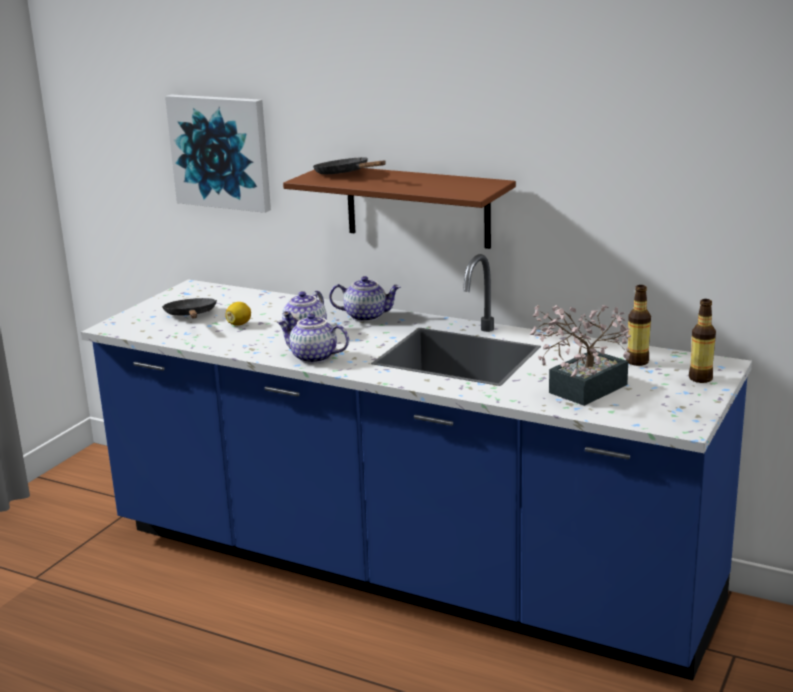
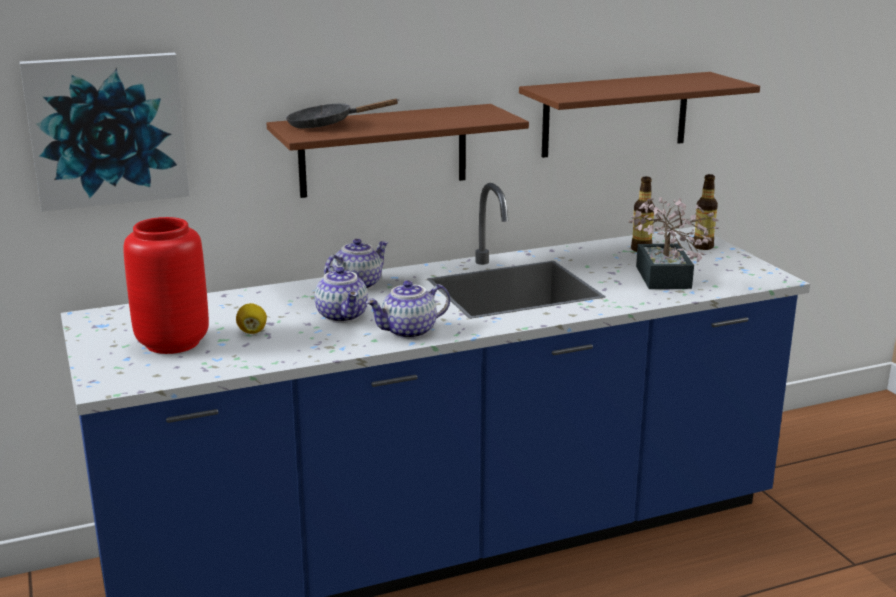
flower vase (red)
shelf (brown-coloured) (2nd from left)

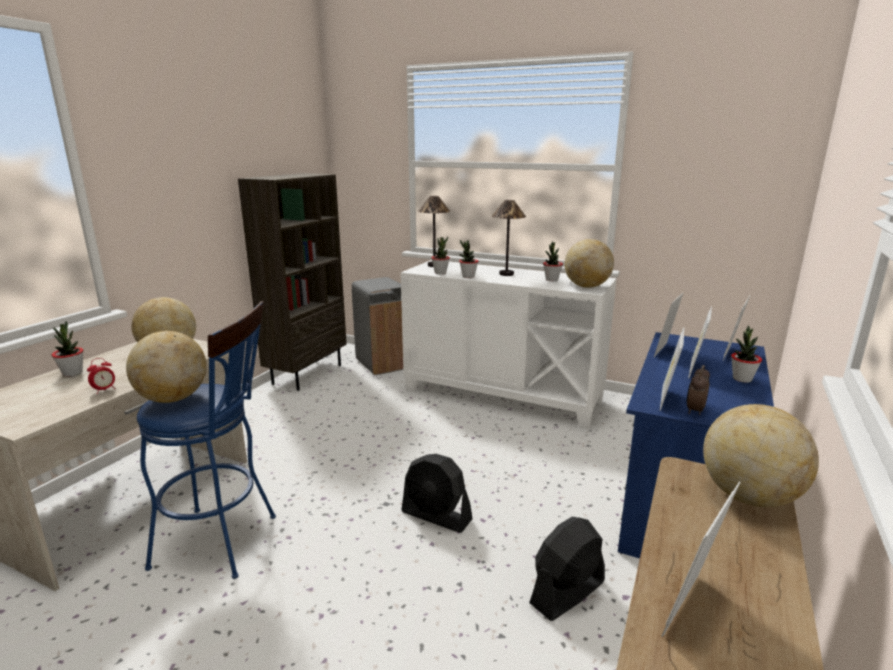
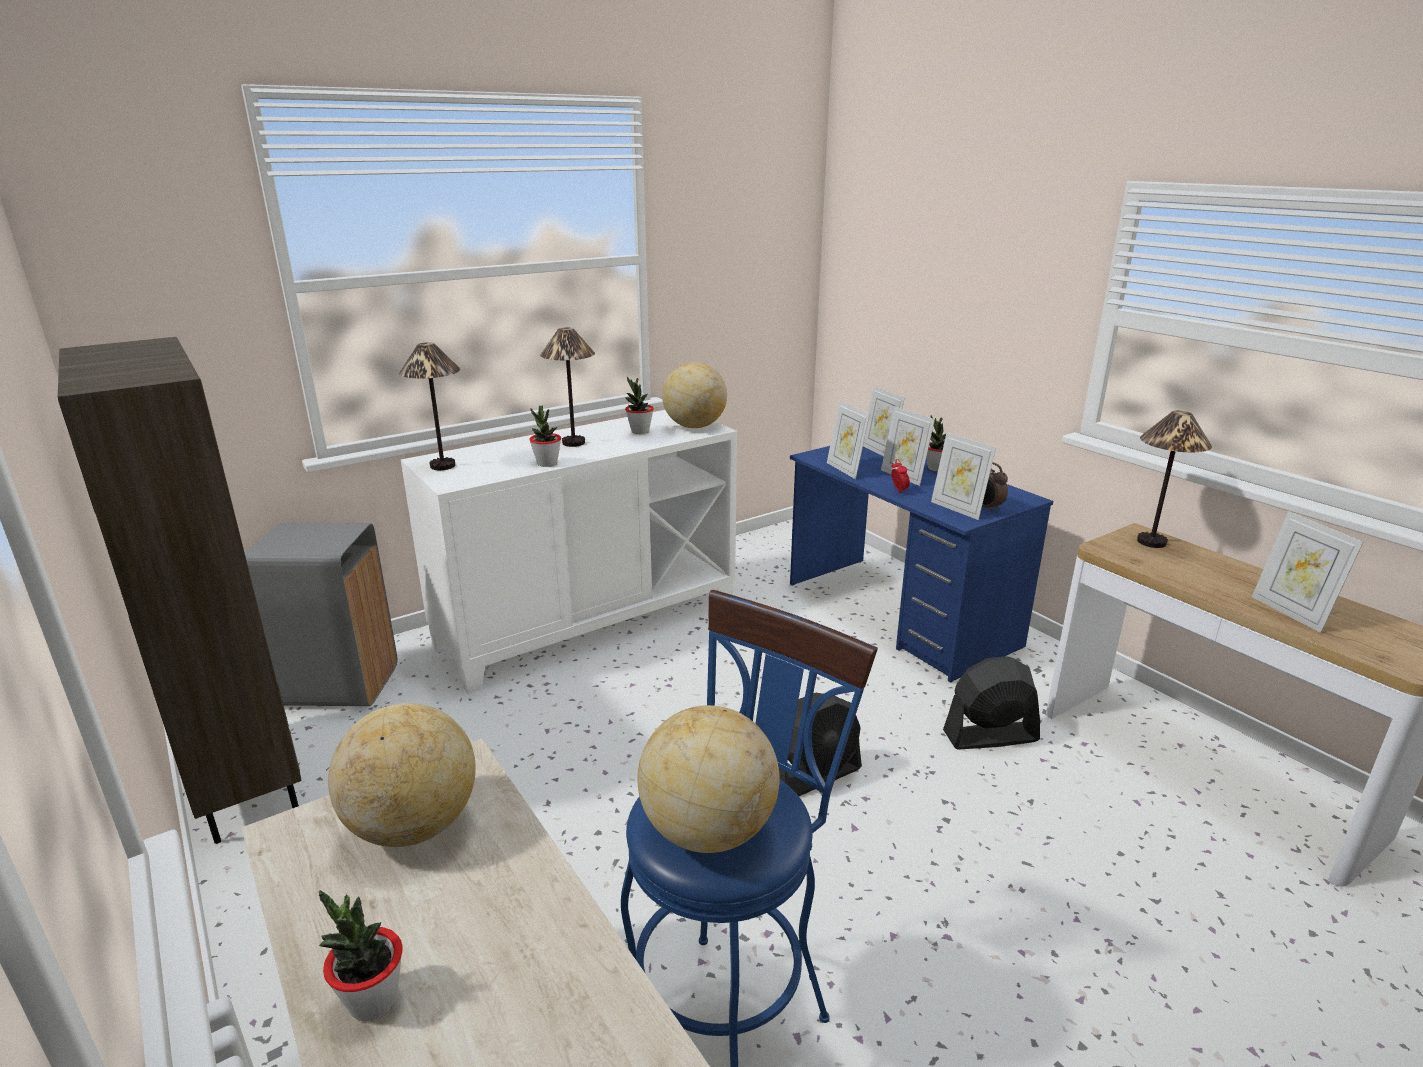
houseplant (2nd from left in the first image)
table clock (1st from left)
table lamp (3rd from left)
fan (blackish) (2nd from left)

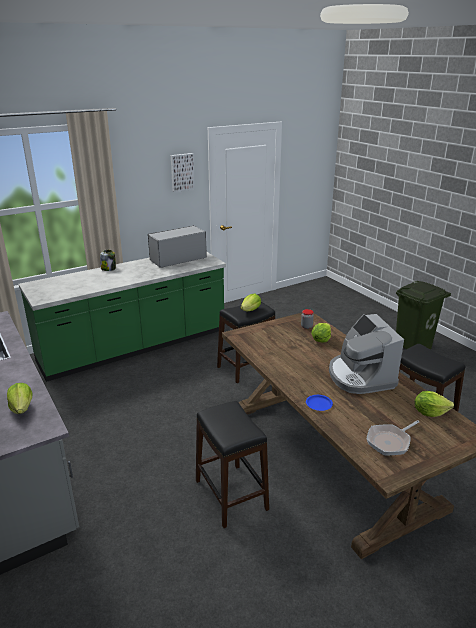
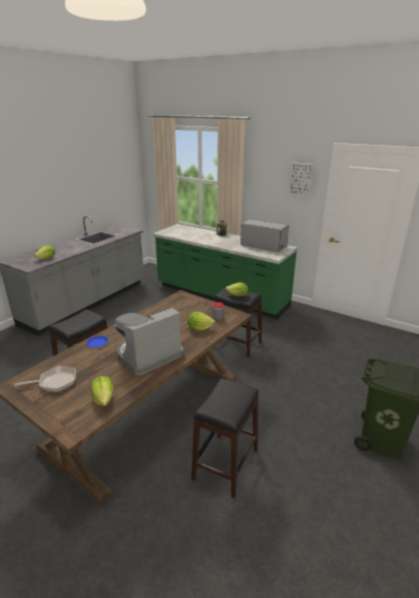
frying pan

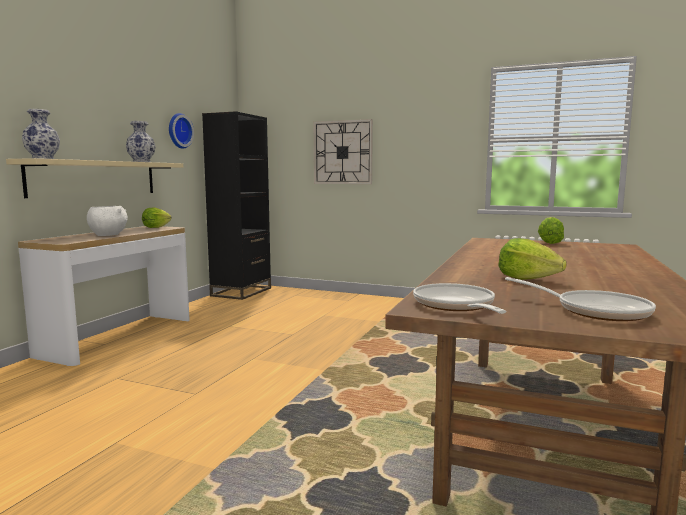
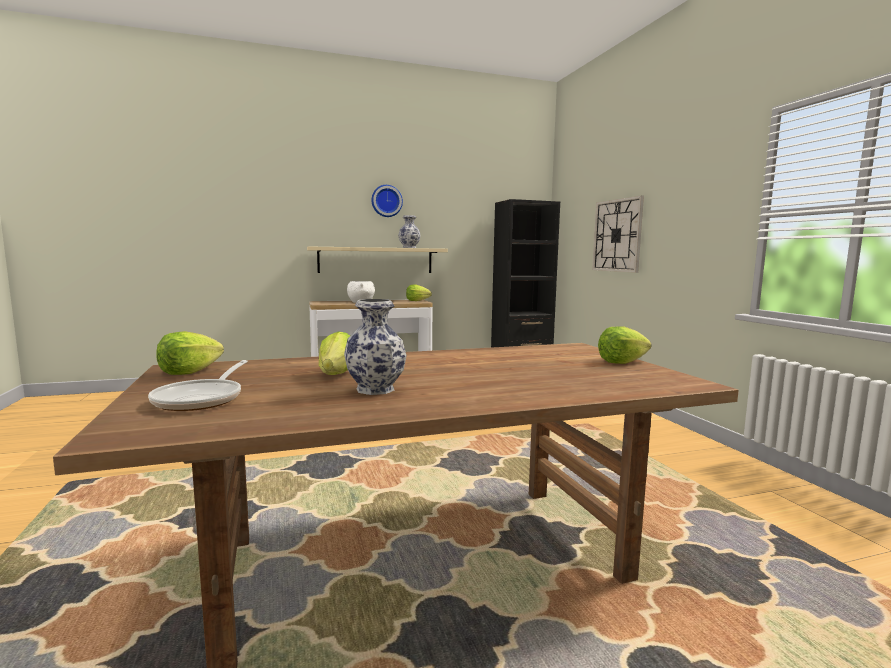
flower vase (1st from left)
hanging clock (1st from left)
lettuce (1st from left)

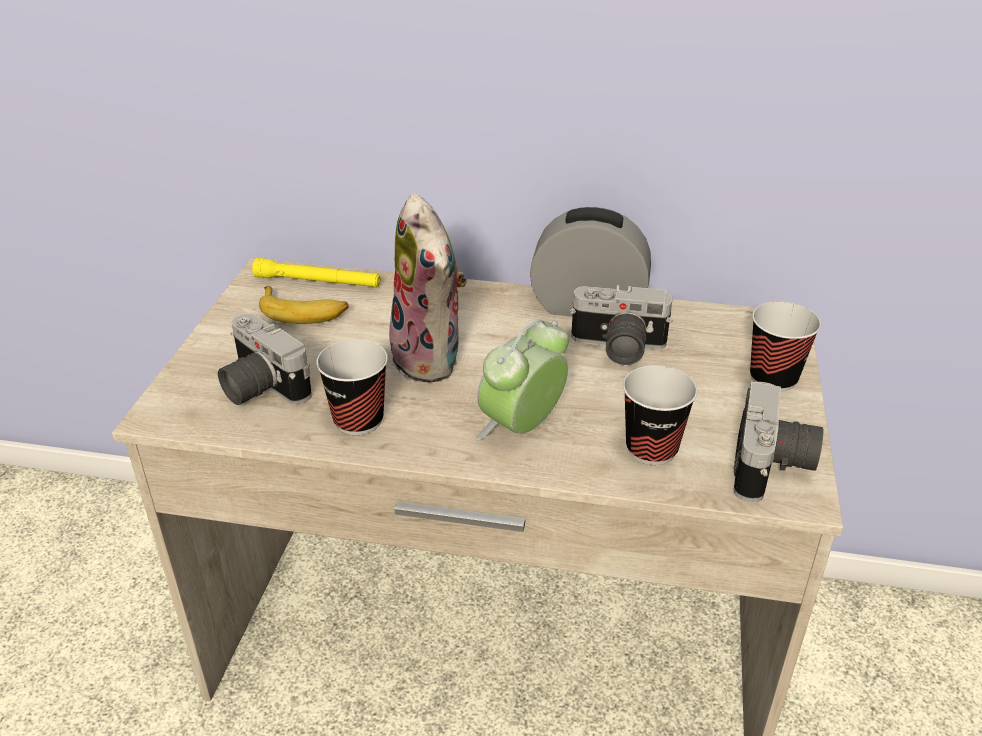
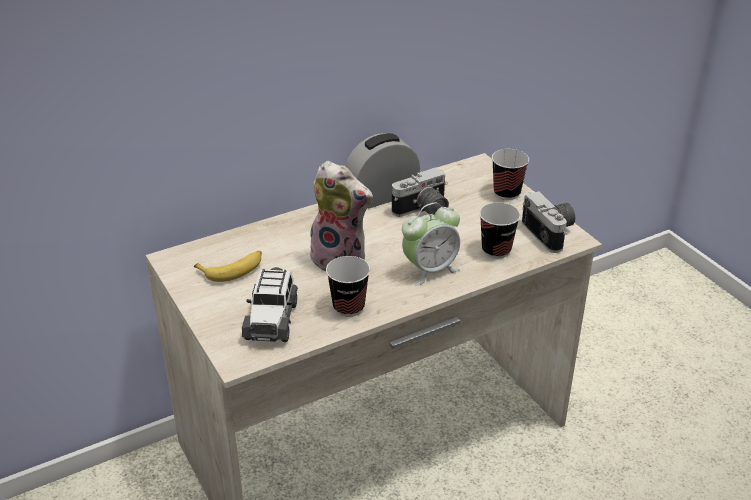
flashlight (yellow-coloured)
model car
table clock (2nd from left)

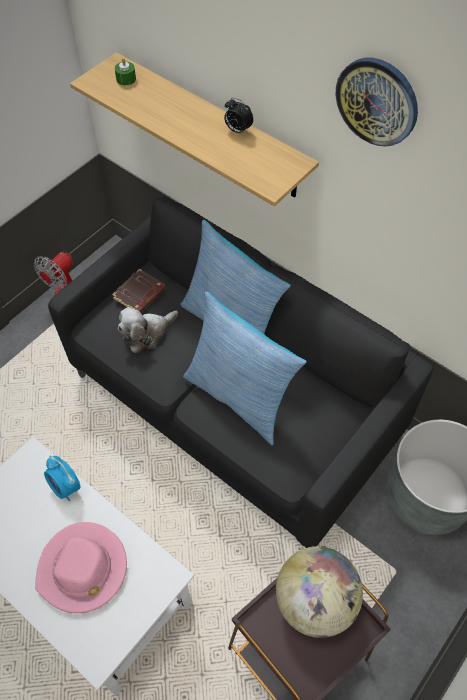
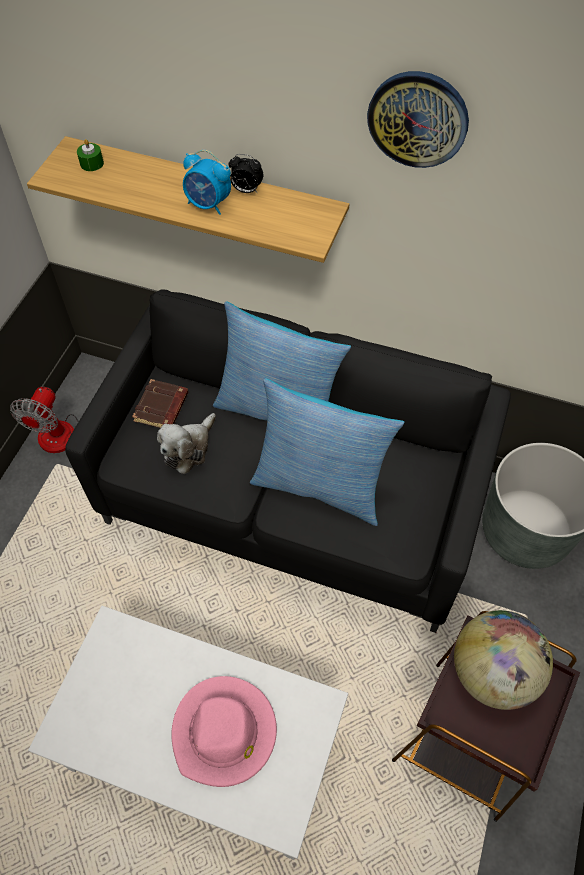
table clock (1st from left)

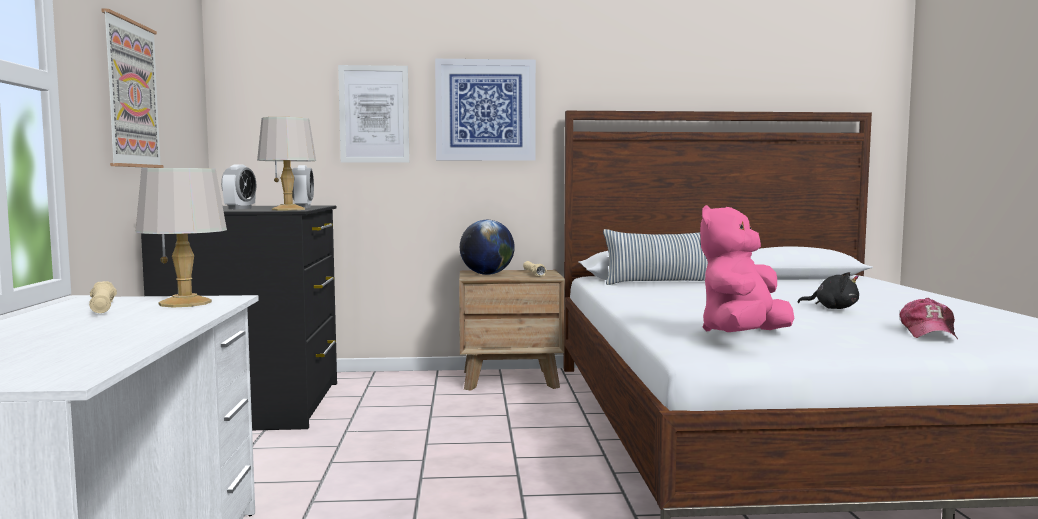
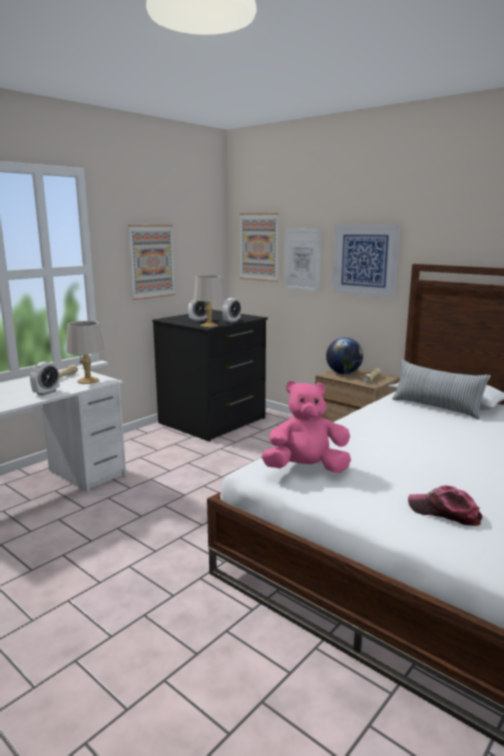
soft toy (blackish)
cap
picture (2nd from left)
table clock (1st from left)

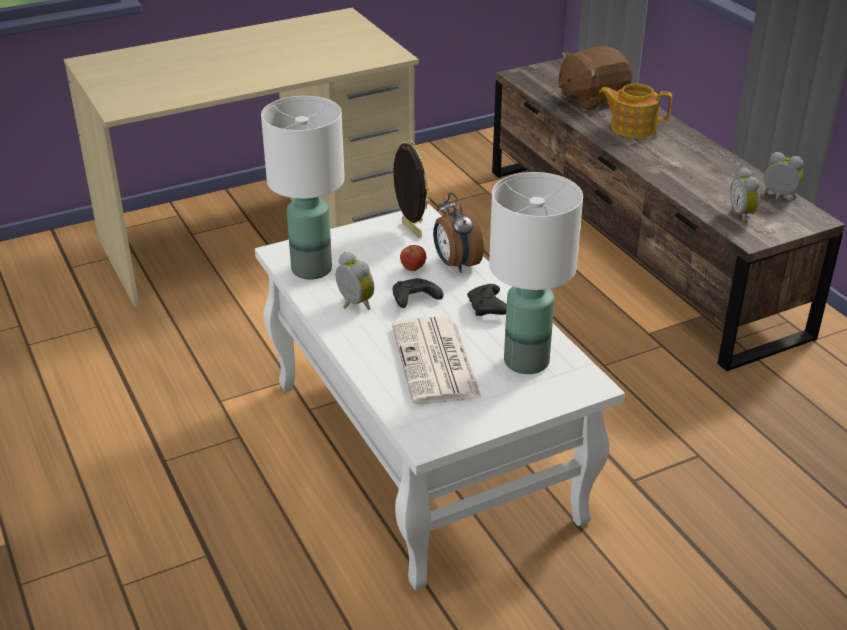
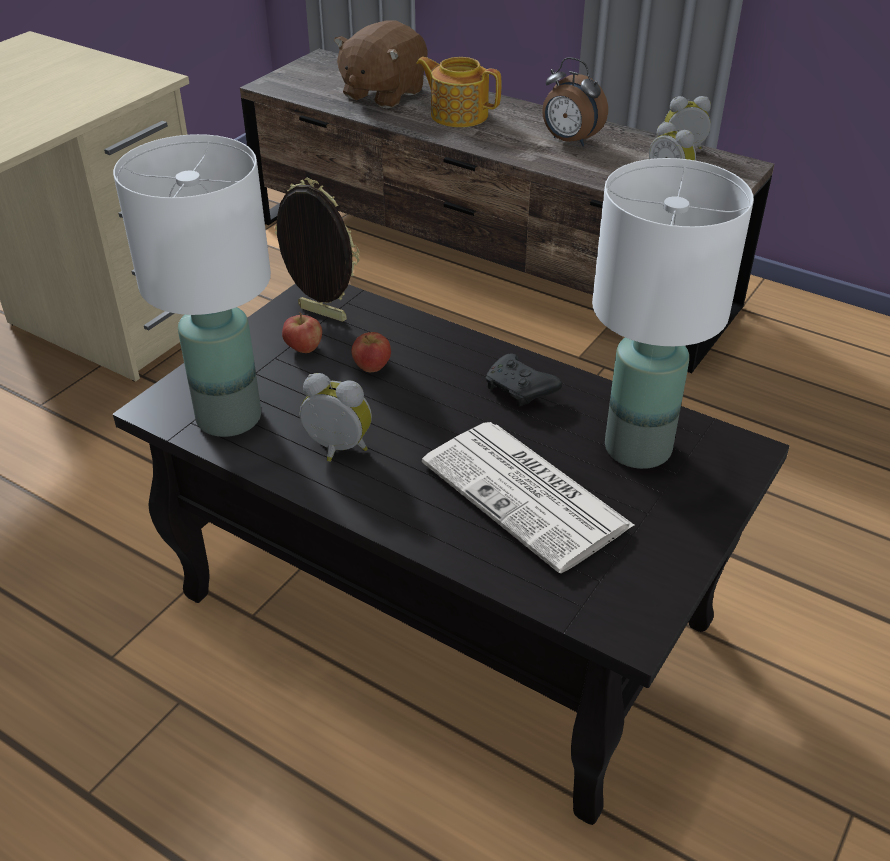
pot for tea
table clock (2nd from left)
low table (blackish)
joypad (blackish) (1st from left in the first image)
apple (1st from left)

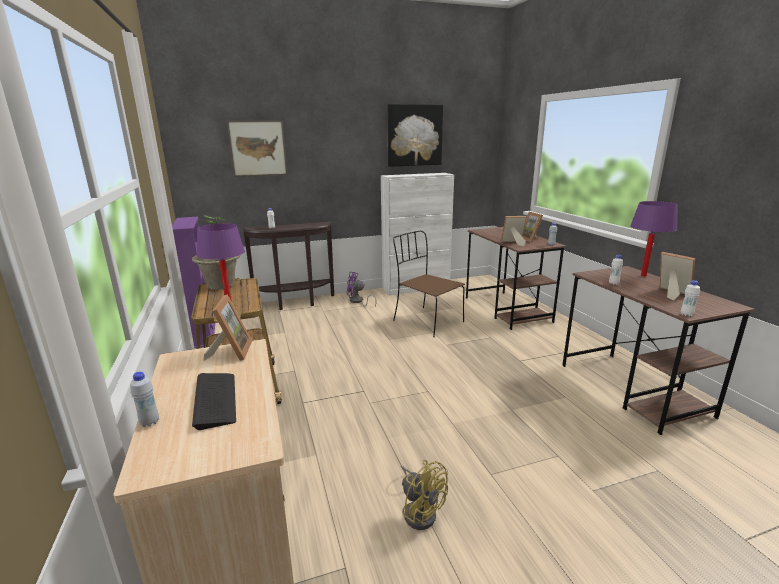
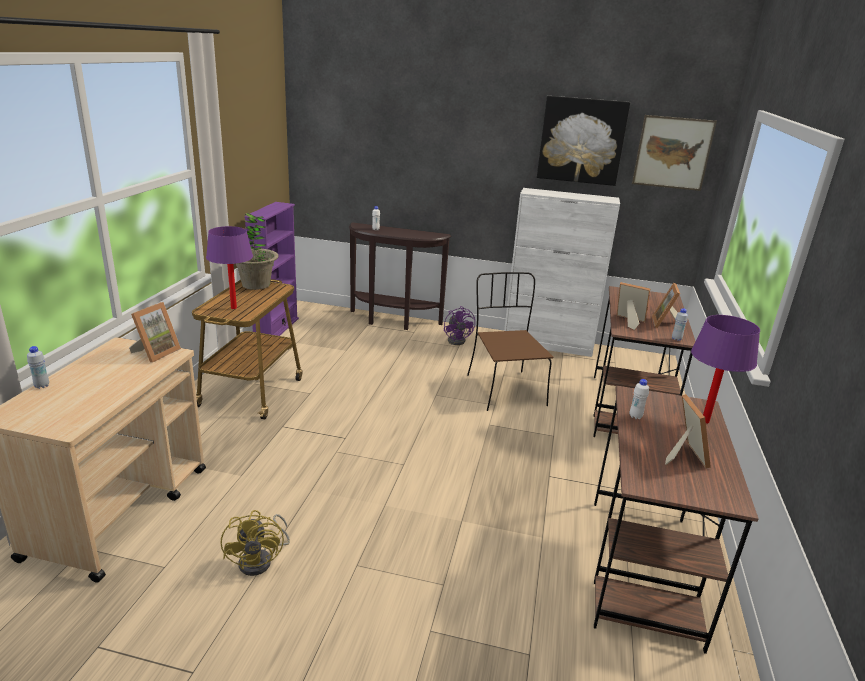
picture (2nd from left)
fan (purplish)
bottle (white-coloured) (5th from left in the first image)
PC keyboard

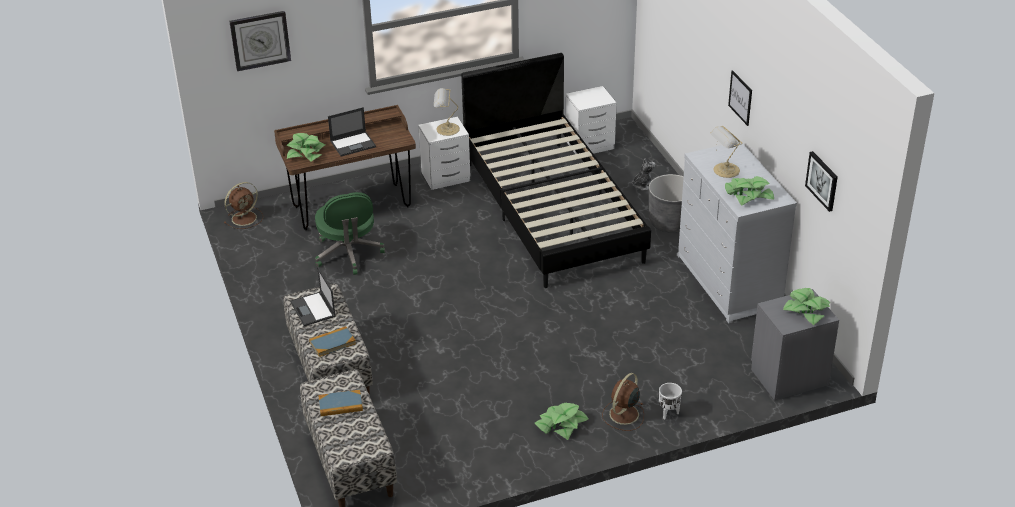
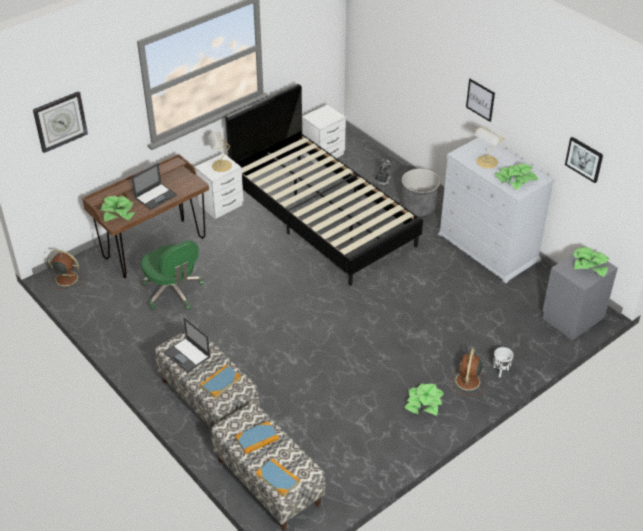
fan (brown-coloured) (1st from left)
book (3rd from left)

